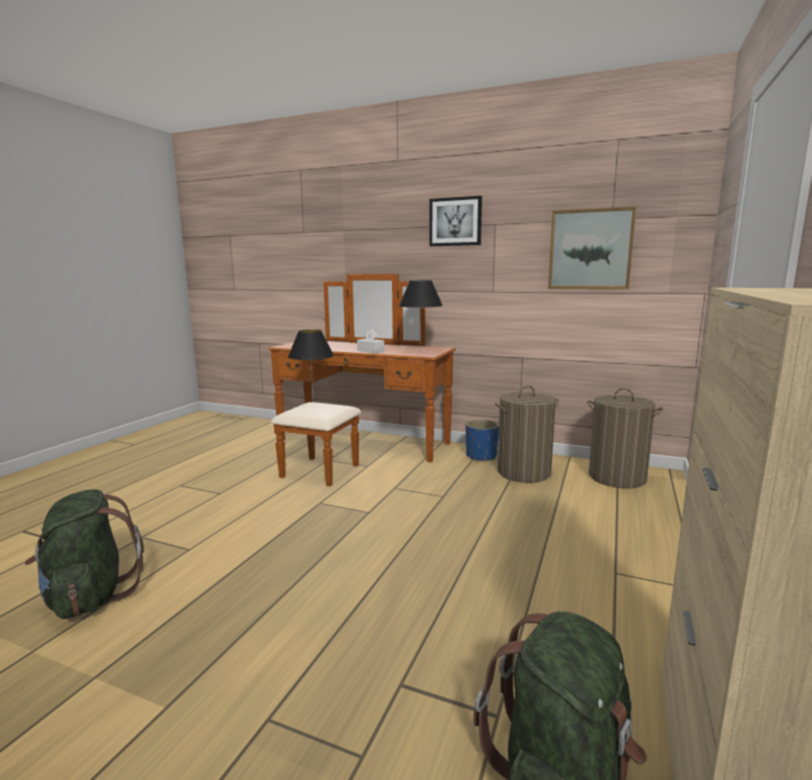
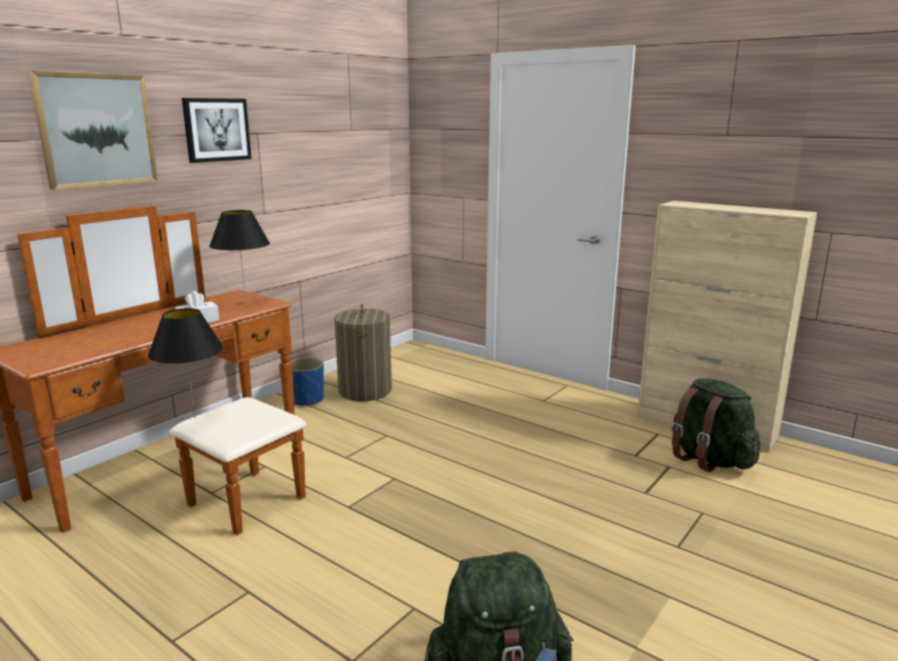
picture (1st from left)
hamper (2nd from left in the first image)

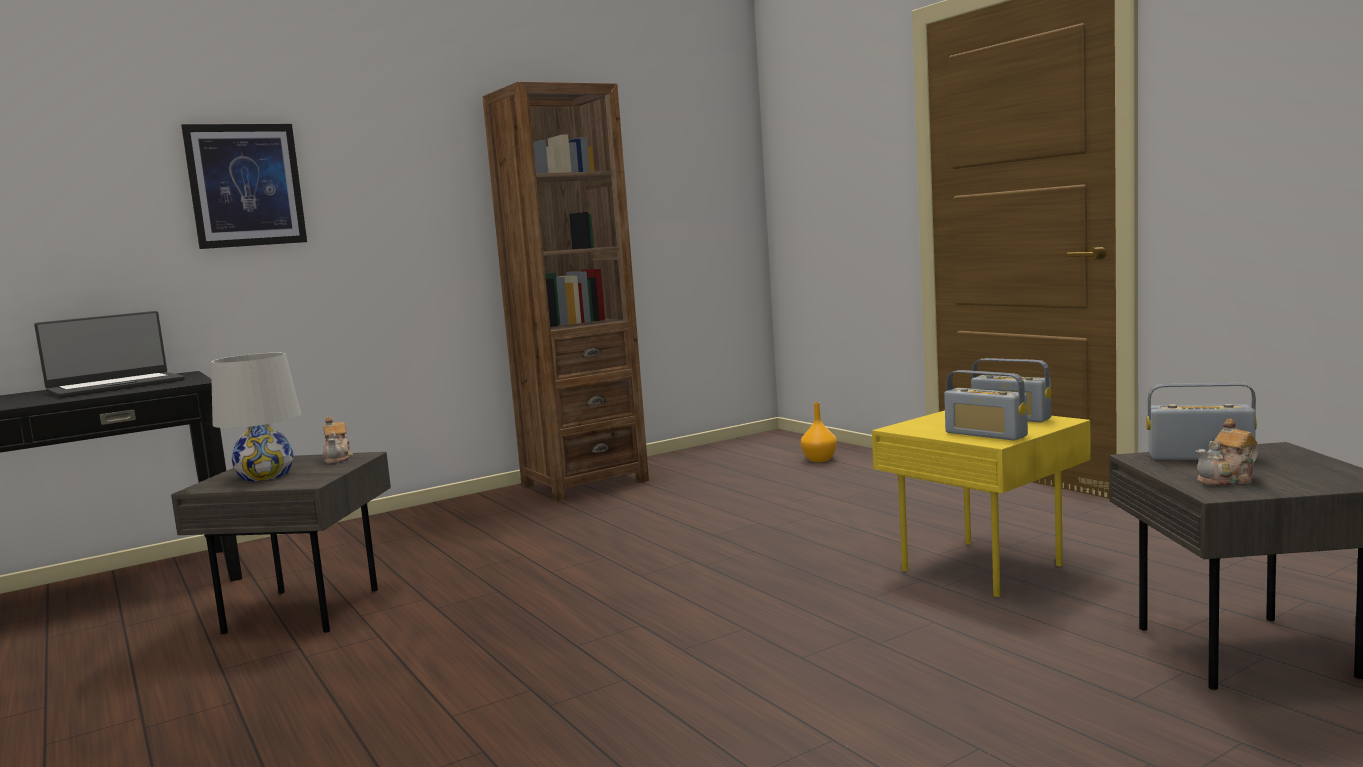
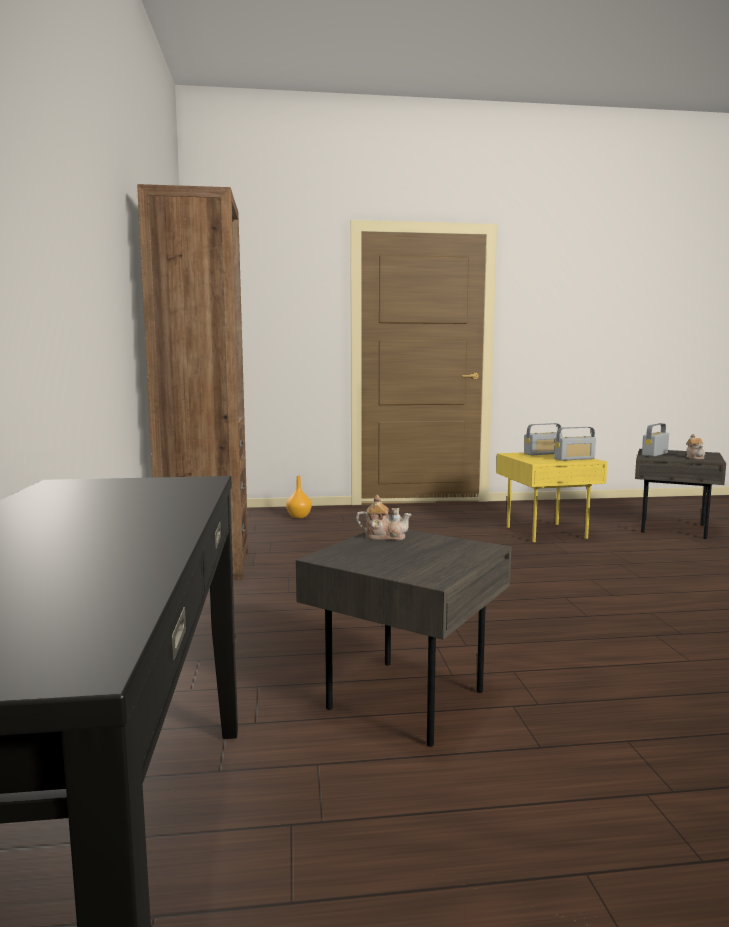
picture
portable computer
table lamp (white-coloured)

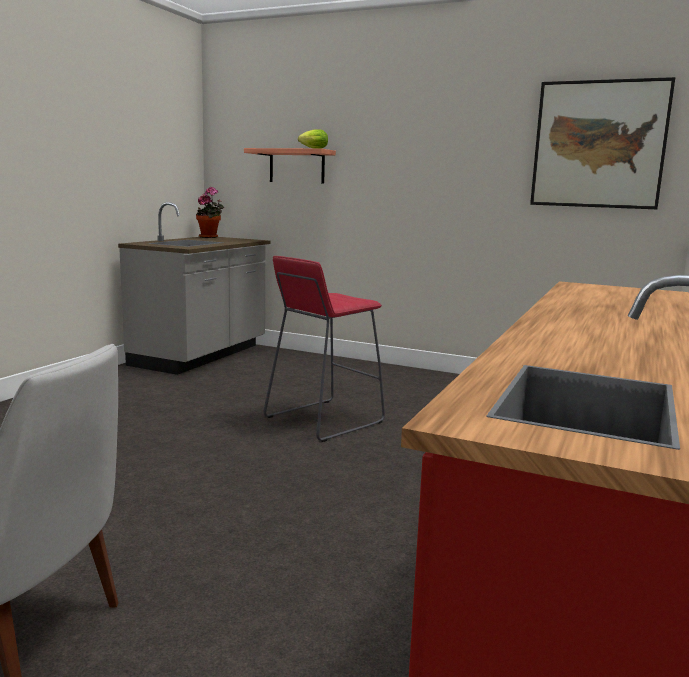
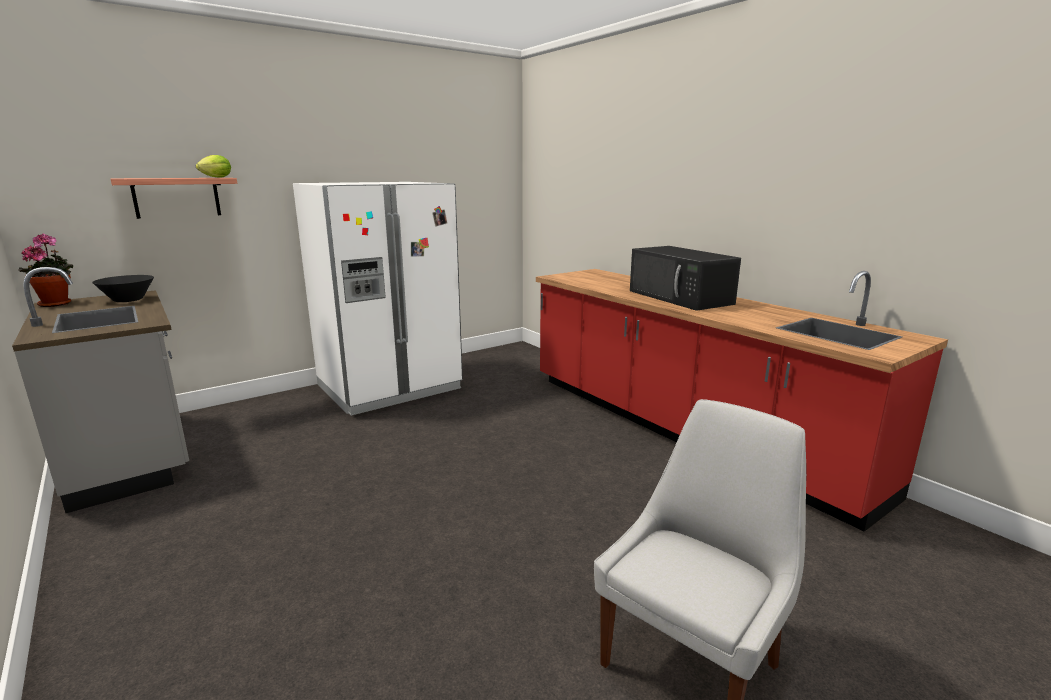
picture
stool (red)
fridge (white-coloured)
microwave oven (blackish)
serving bowl (blackish)

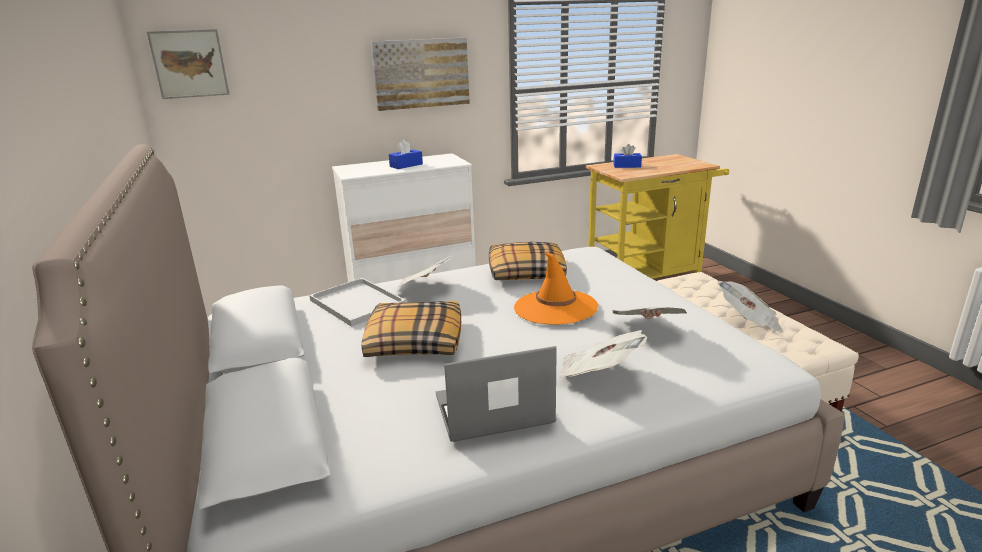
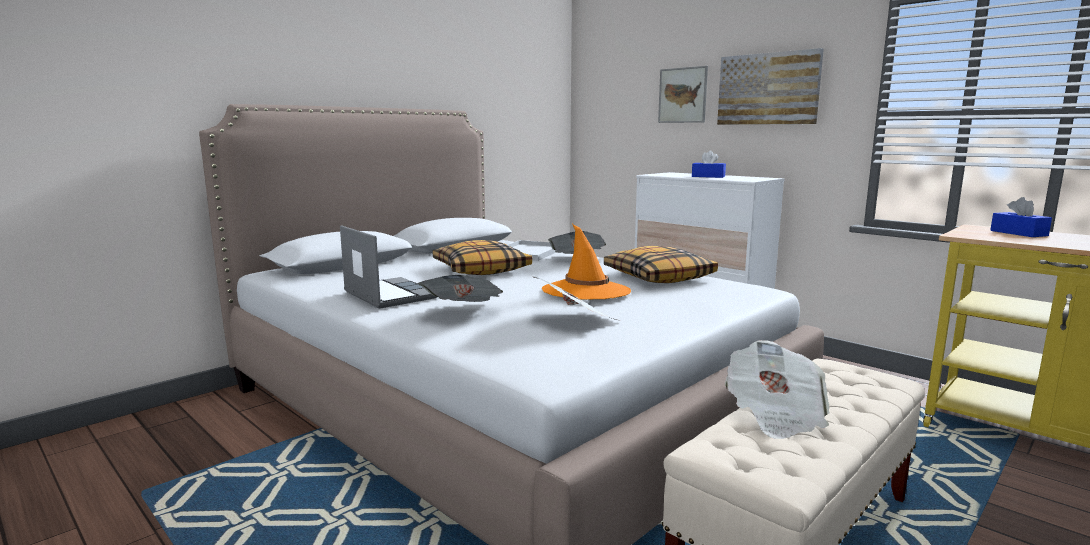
picture (1st from left)

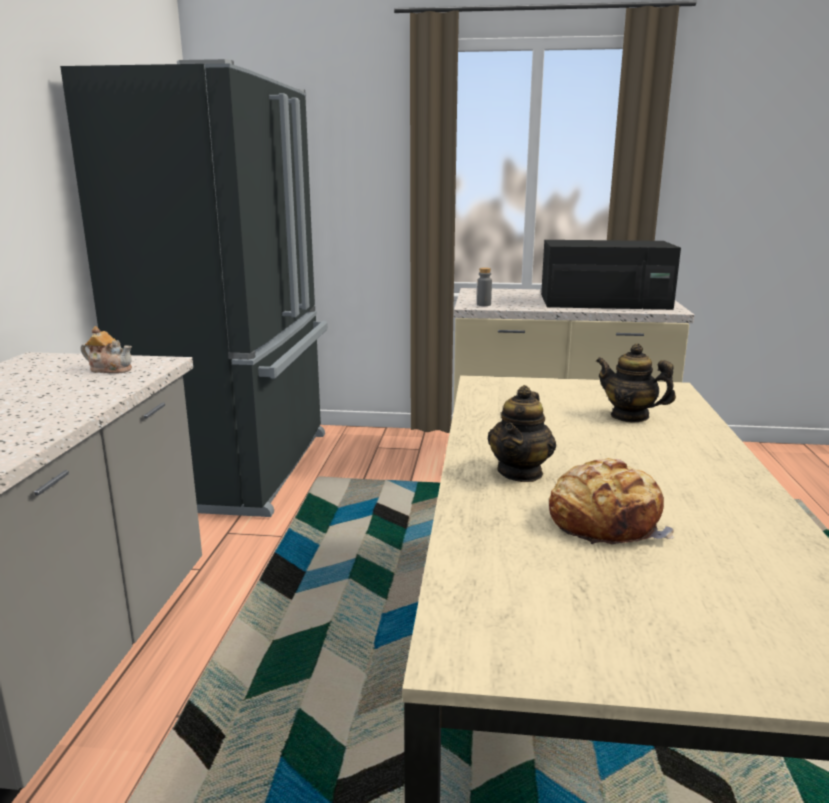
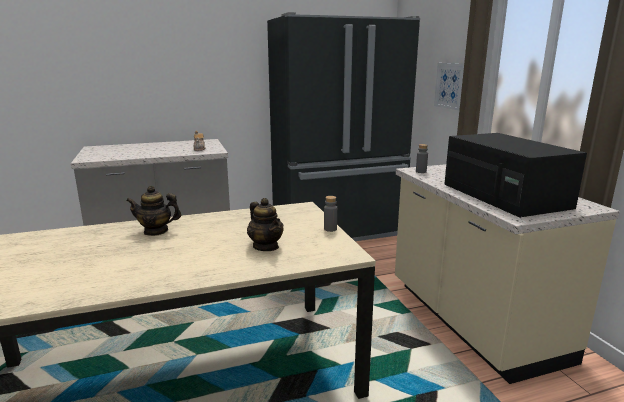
pot for tea (3rd from left)
bakery bread
picture
bottle (grey) (1st from left)

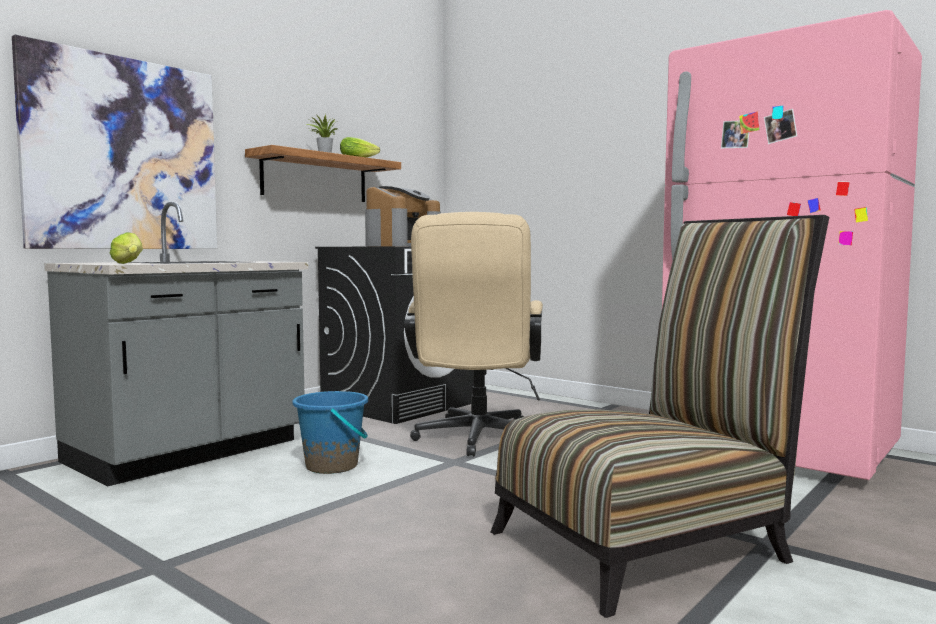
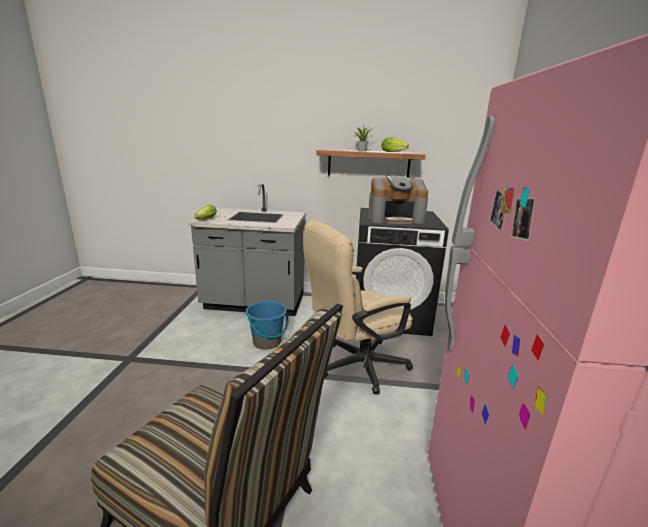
picture

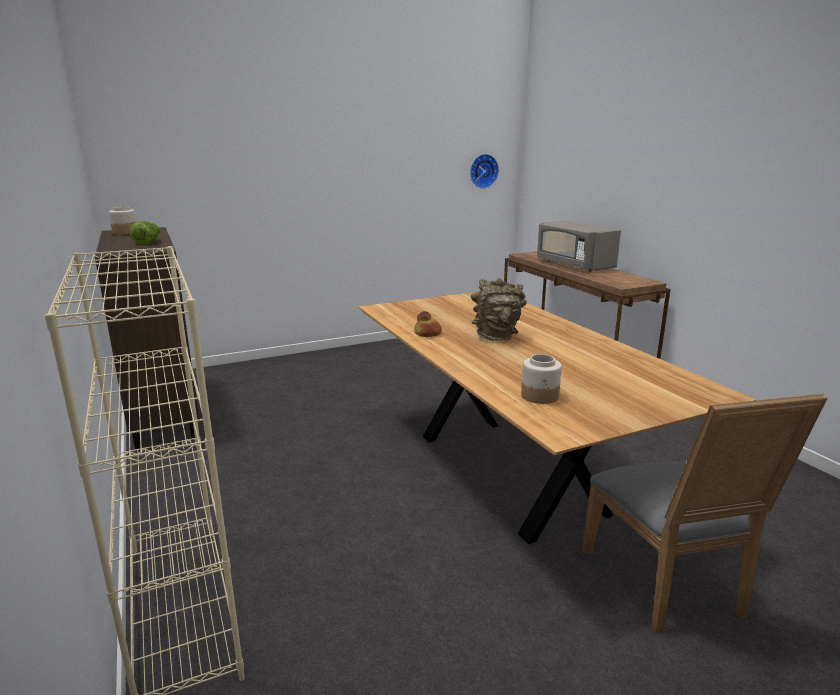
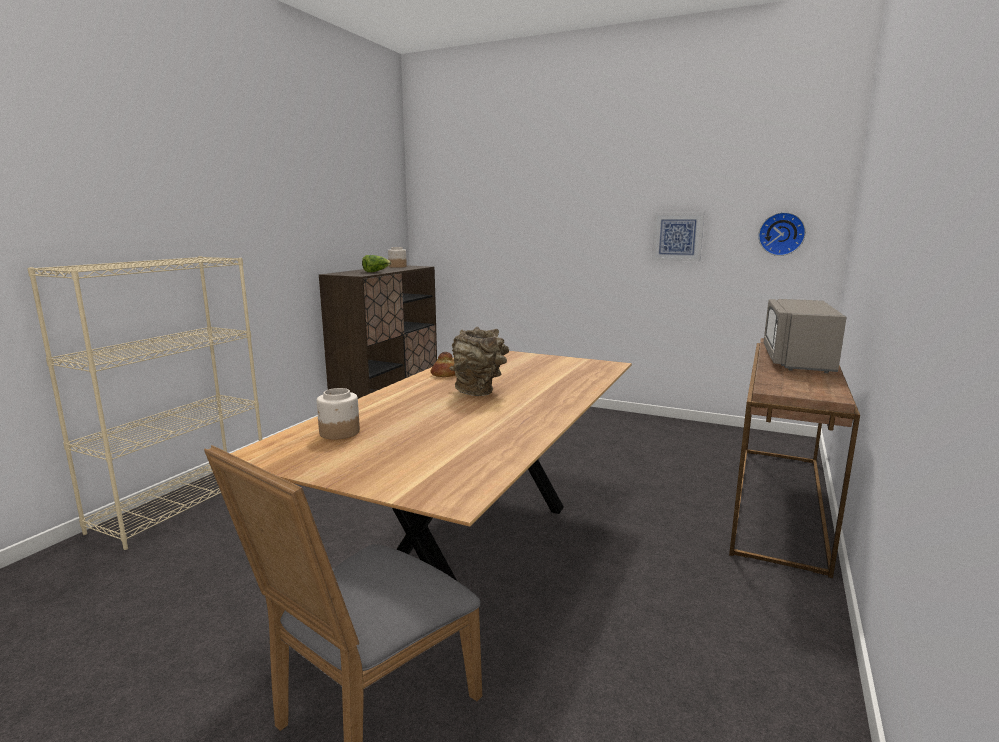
picture

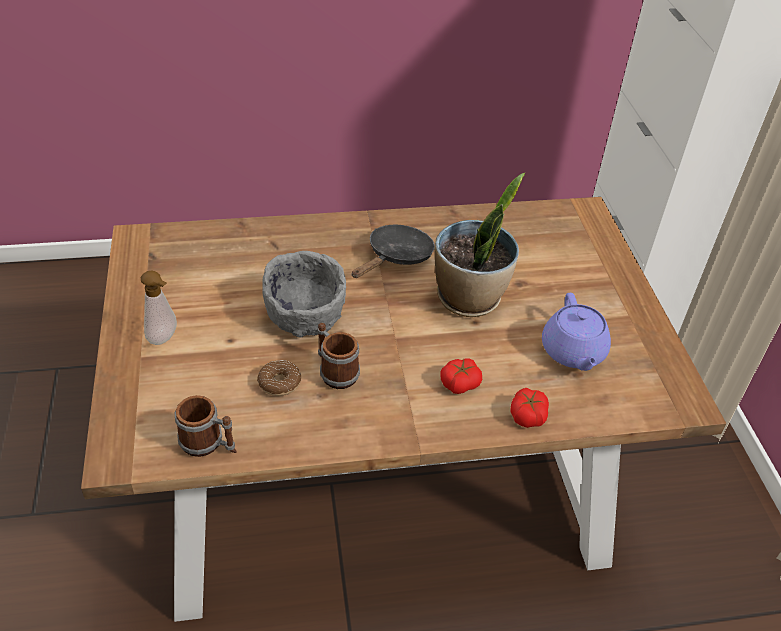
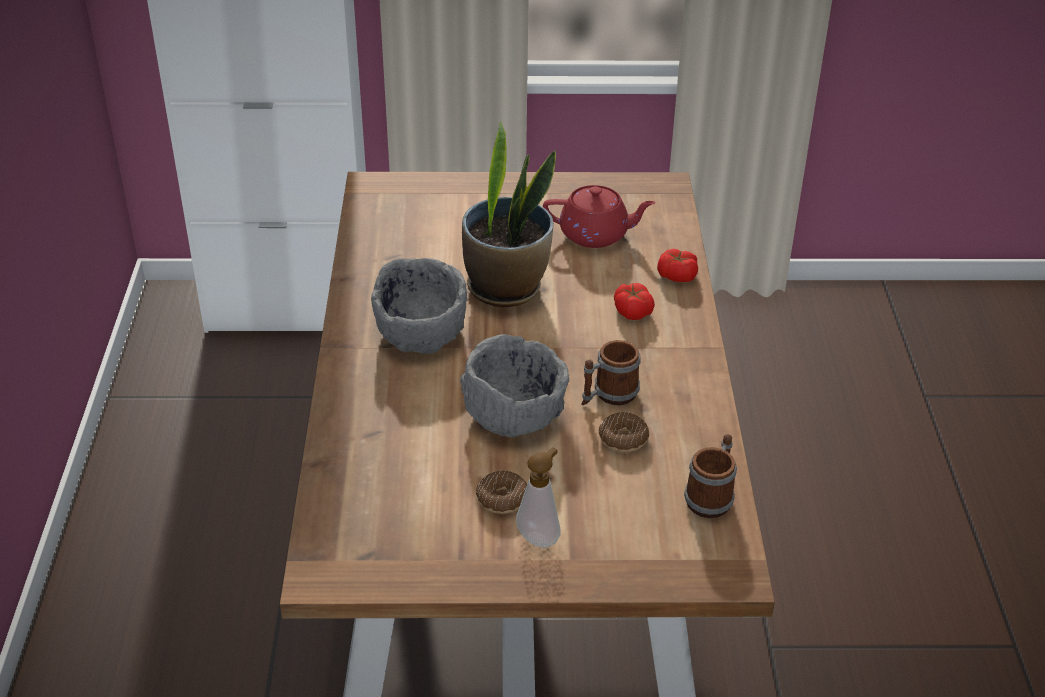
serving bowl (grey) (1st from left)
pot for tea (red)
donut (1st from left)

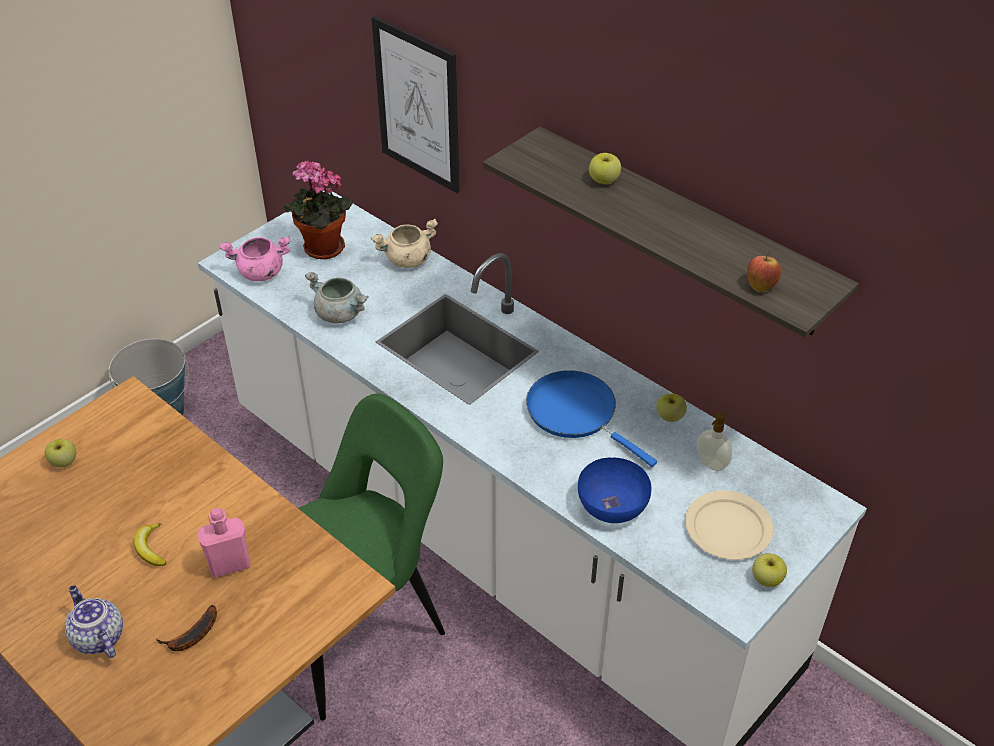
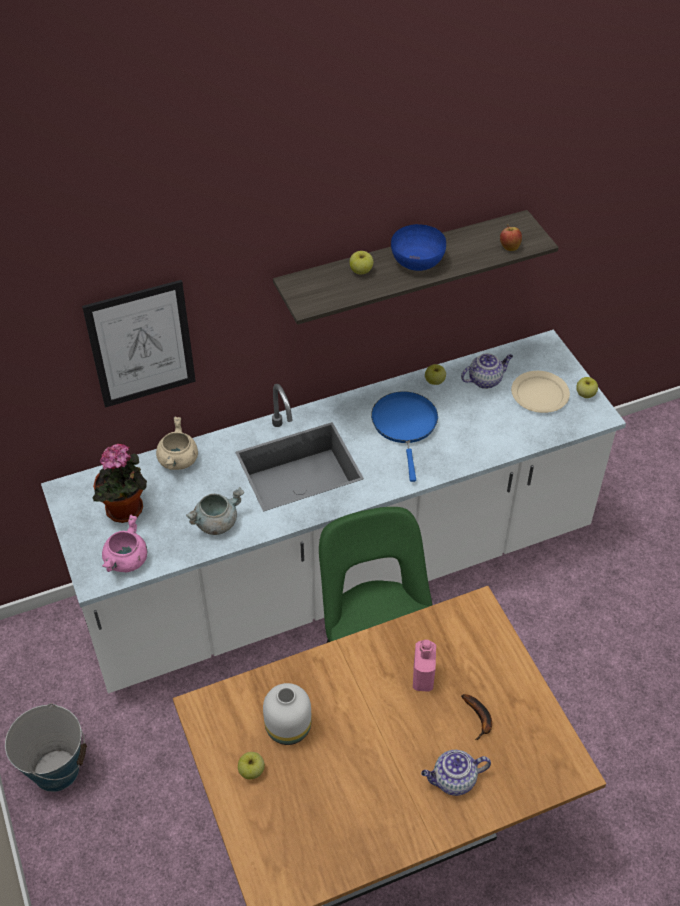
frying pan (blue-coloured)
pot for tea (2nd from left)
serving bowl (blue-coloured)
whole banana (1st from left in the first image)
flower vase (white-coloured)

